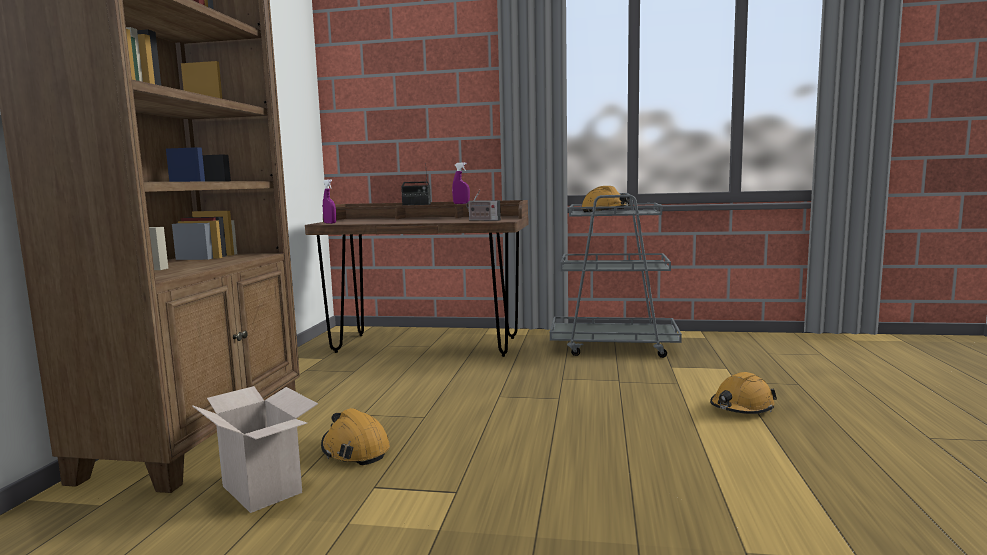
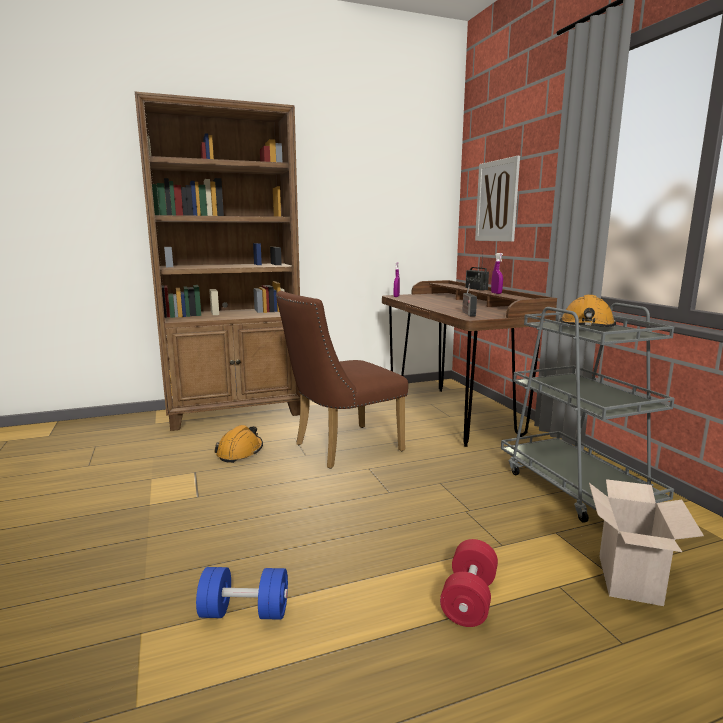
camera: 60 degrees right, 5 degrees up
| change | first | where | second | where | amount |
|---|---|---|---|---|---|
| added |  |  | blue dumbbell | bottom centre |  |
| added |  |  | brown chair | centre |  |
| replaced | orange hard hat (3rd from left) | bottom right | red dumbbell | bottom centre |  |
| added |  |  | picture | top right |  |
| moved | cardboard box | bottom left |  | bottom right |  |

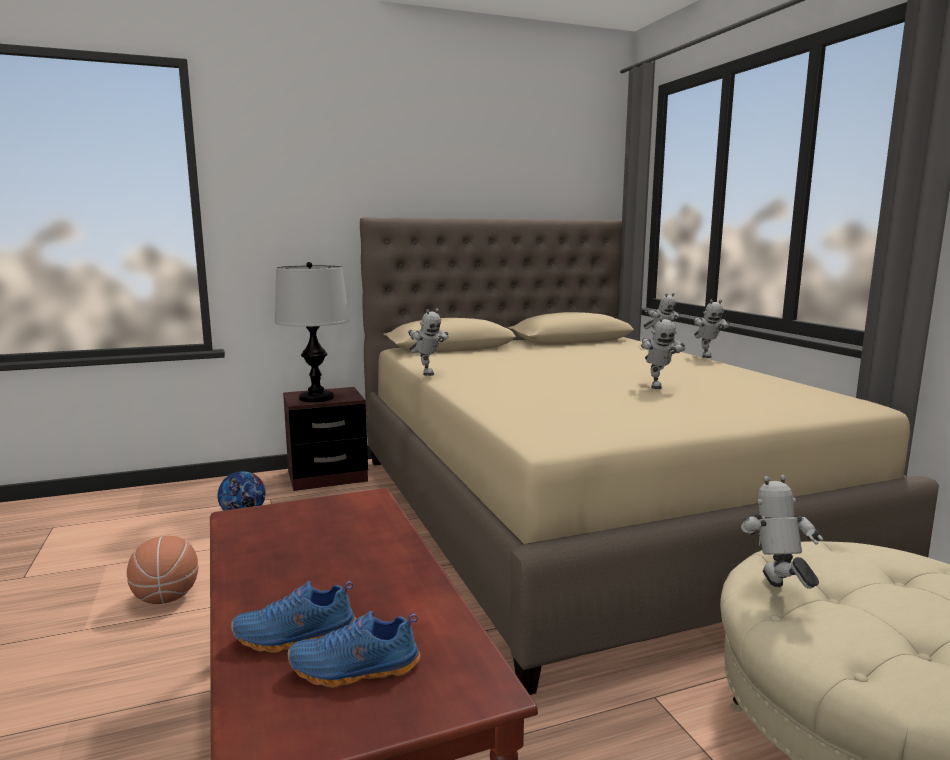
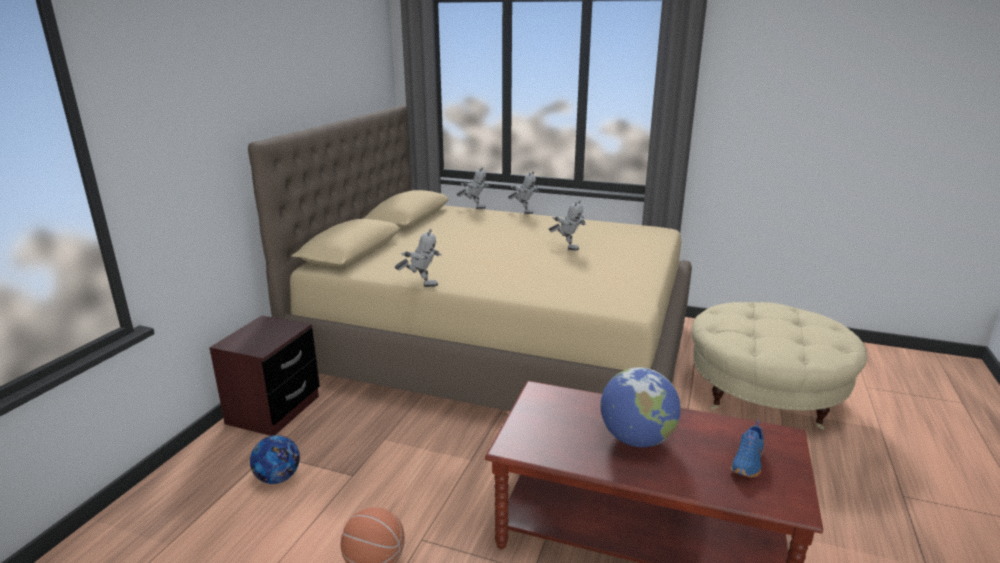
camera: 50 degrees left, 10 degrees up
| change | first | where | second | where | amount |
|---|---|---|---|---|---|
| added |  |  | globe | bottom centre |  |
| removed | blue shoe (1st from left) | bottom left |  |  |  |
| removed | table lamp | middle left |  |  |  |
| removed | toy robot (5th from left) | bottom right |  |  |  |

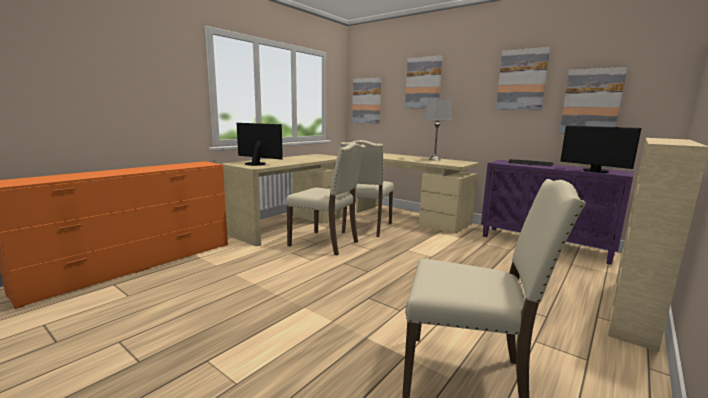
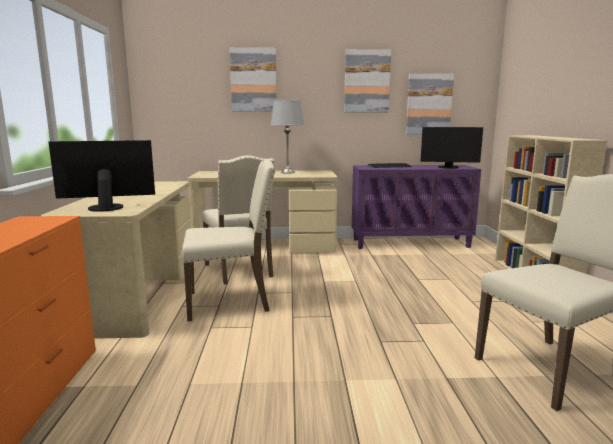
camera: 40 degrees left, 0 degrees up
| change | first | where | second | where | amount |
|---|---|---|---|---|---|
| removed | picture (1st from left) | top centre |  |  |  |

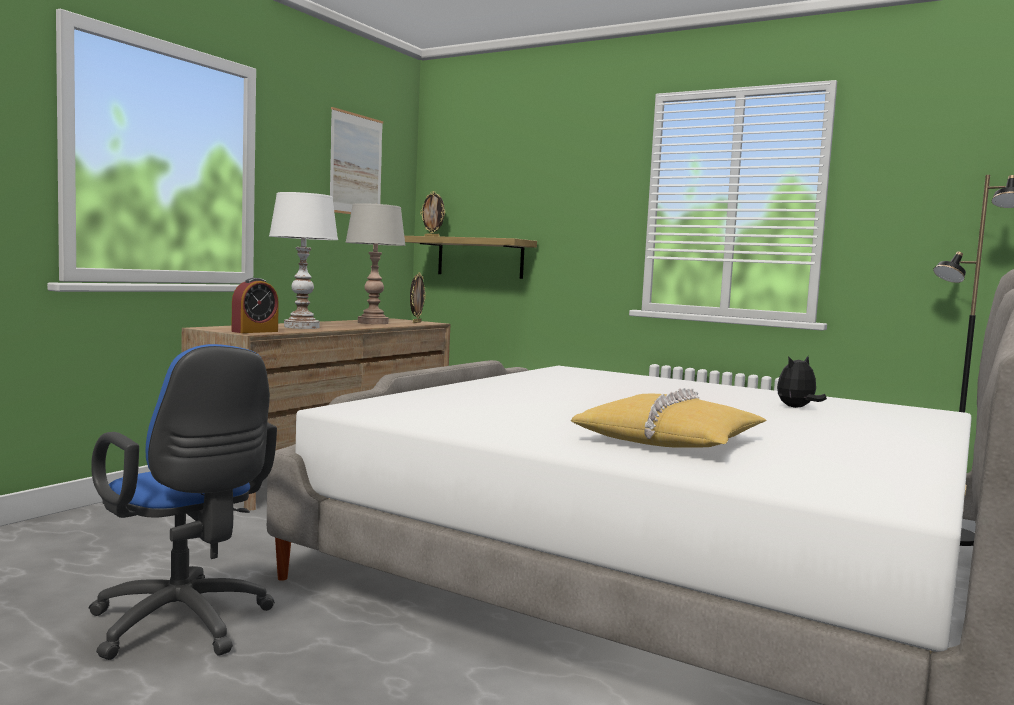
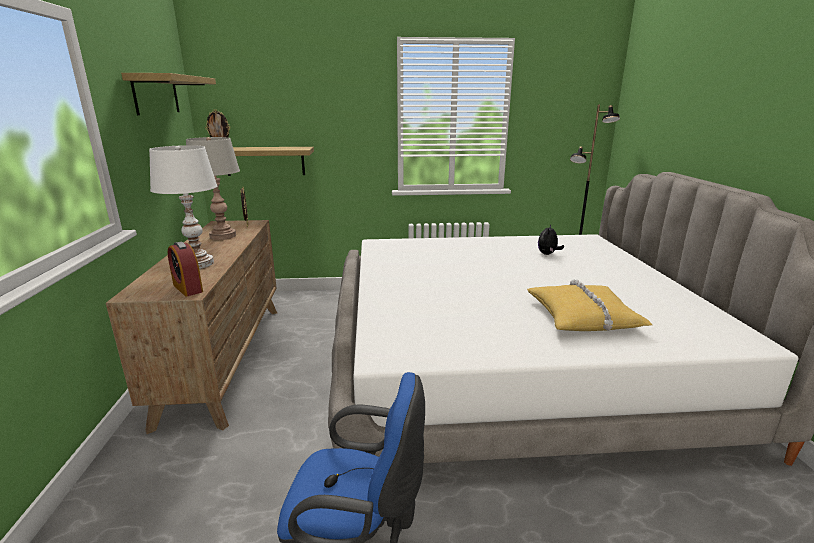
camera: 35 degrees left, 15 degrees up
| change | first | where | second | where | amount |
|---|---|---|---|---|---|
| replaced | picture | top centre | shelf (1st from left) | top left |  |
| turned | alarm clock | middle left |  | middle left | 135 degrees clockwise |

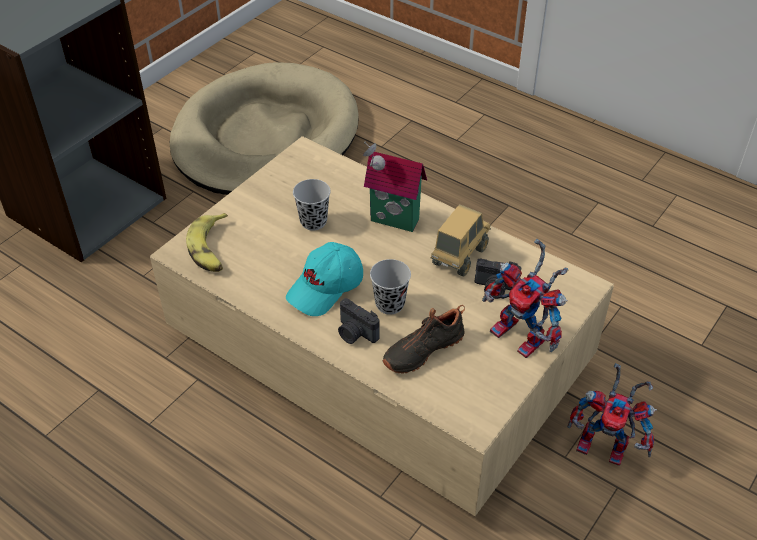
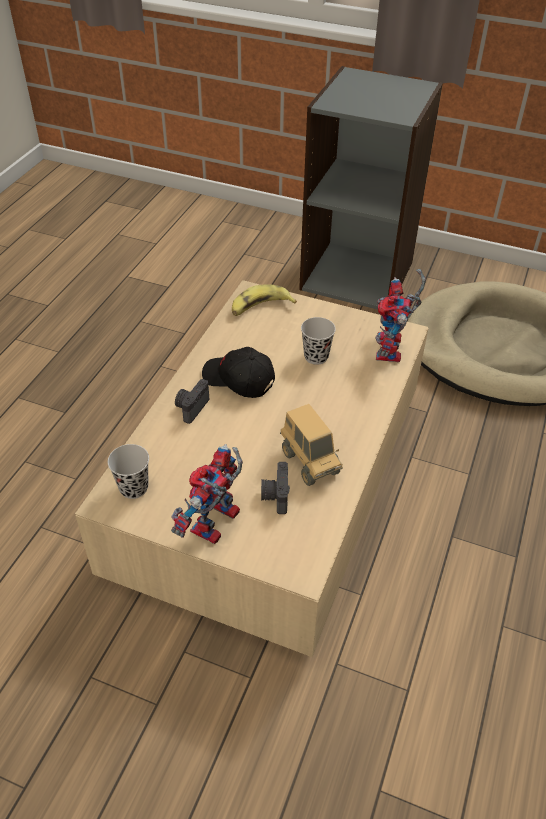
camera: 75 degrees right, 0 degrees up
| change | first | where | second | where | amount |
|---|---|---|---|---|---|
| moved | black cup (2nd from left in the first image) | centre | black cup (1st from left) | middle left |  |
| recoloured | turquoise cap | centre | black cap | centre |  |
| turned | toy truck | centre |  | centre | 45 degrees clockwise |
| moved | toy robot (2nd from left) | bottom right |  | middle right |  |
| removed | toy house | centre |  |  |  |
| removed | black shoe | centre |  |  |  |

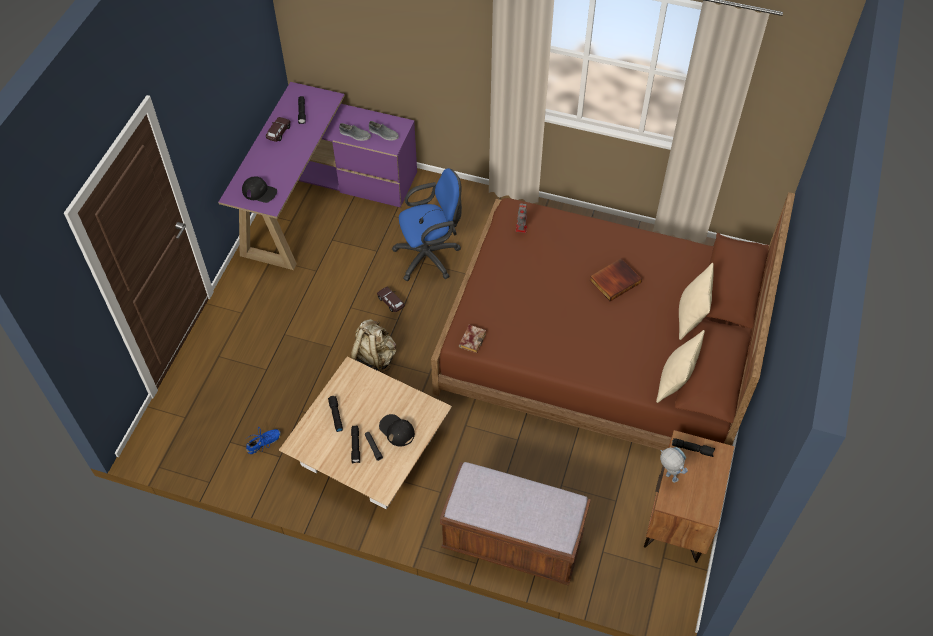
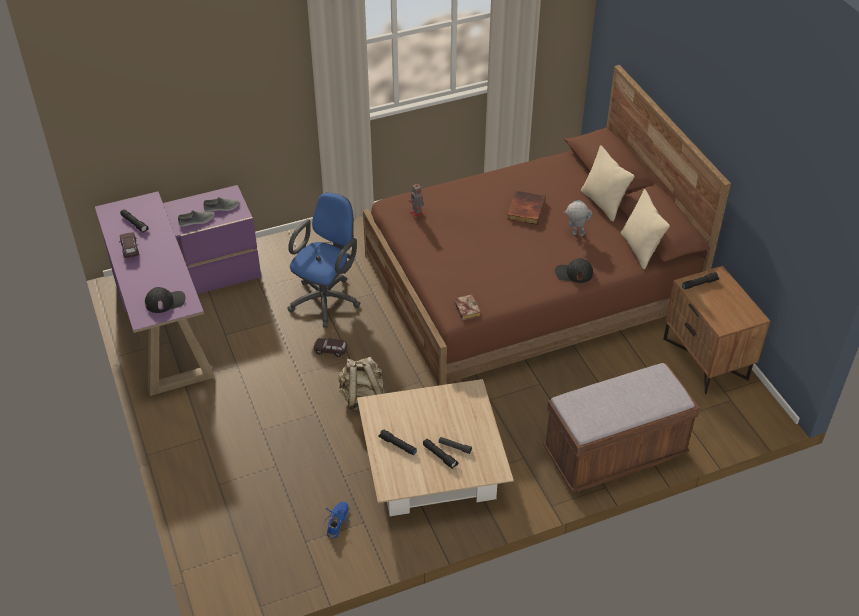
camera: 40 degrees left, 10 degrees down
| change | first | where | second | where | amount |
|---|---|---|---|---|---|
| moved | black cap (2nd from left) | bottom centre |  | middle right |  |
| moved | toy robot (2nd from left) | bottom right |  | middle right |  |

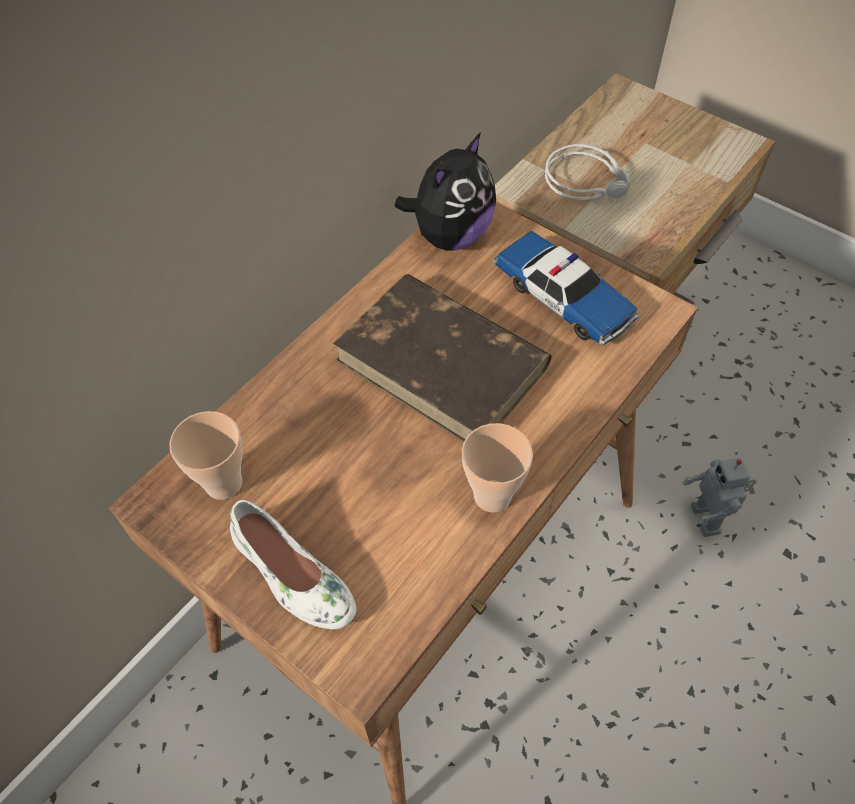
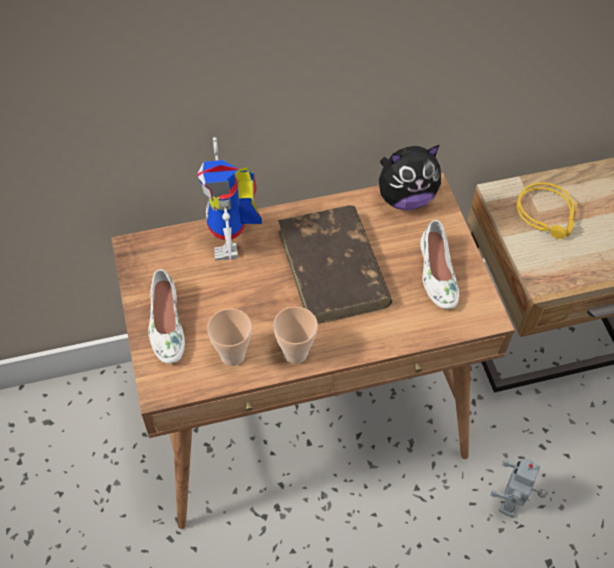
camera: 35 degrees right, 0 degrees up
| change | first | where | second | where | amount |
|---|---|---|---|---|---|
| added |  |  | toy robot (1st from left) | centre |  |
| moved | cup (1st from left) | middle left |  | centre |  |
| replaced | toy car | centre | white shoe (2nd from left) | middle right |  |
| recoloured | grey headphones | top right | yellow headphones | middle right |  |

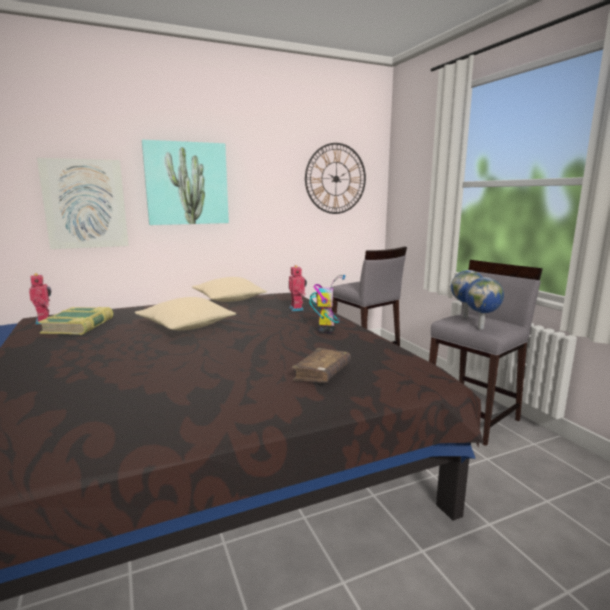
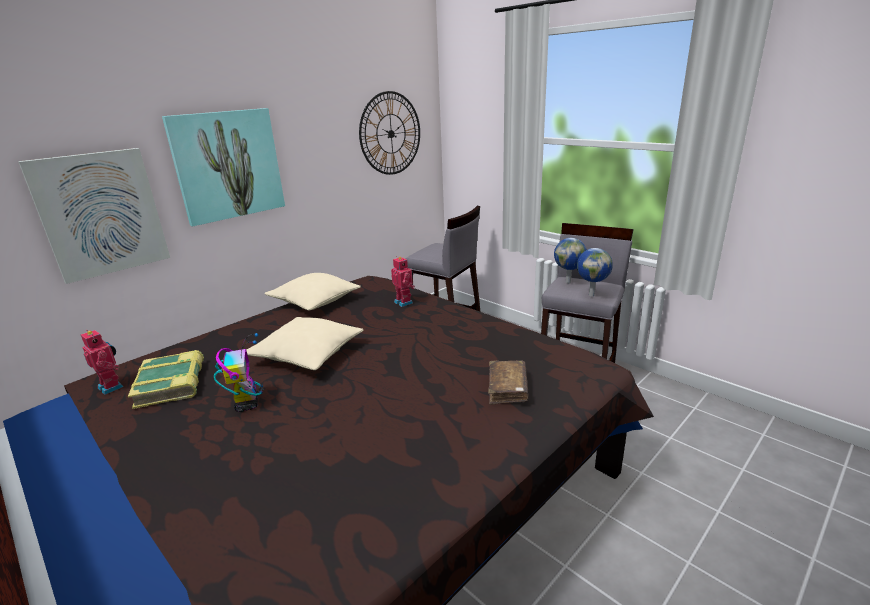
camera: 20 degrees left, 10 degrees up
| change | first | where | second | where | amount |
|---|---|---|---|---|---|
| moved | toy robot (3rd from left in the first image) | centre | toy robot (2nd from left) | middle left |  |

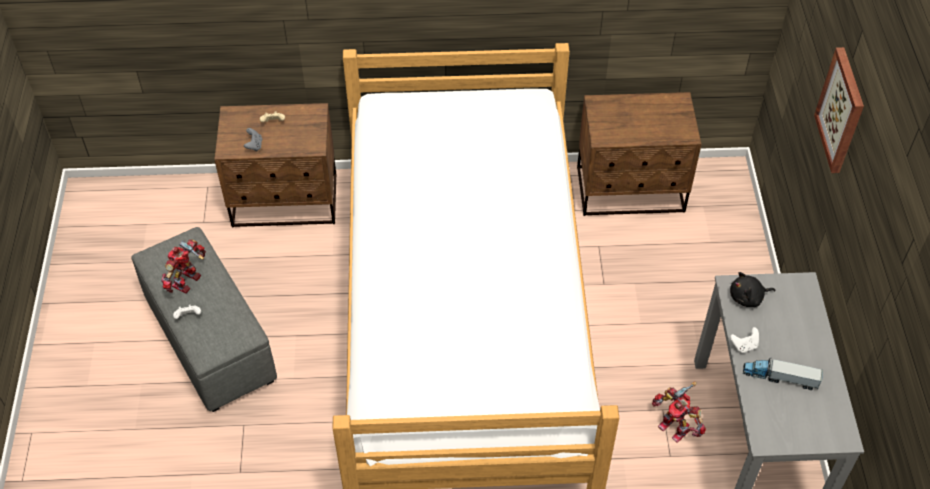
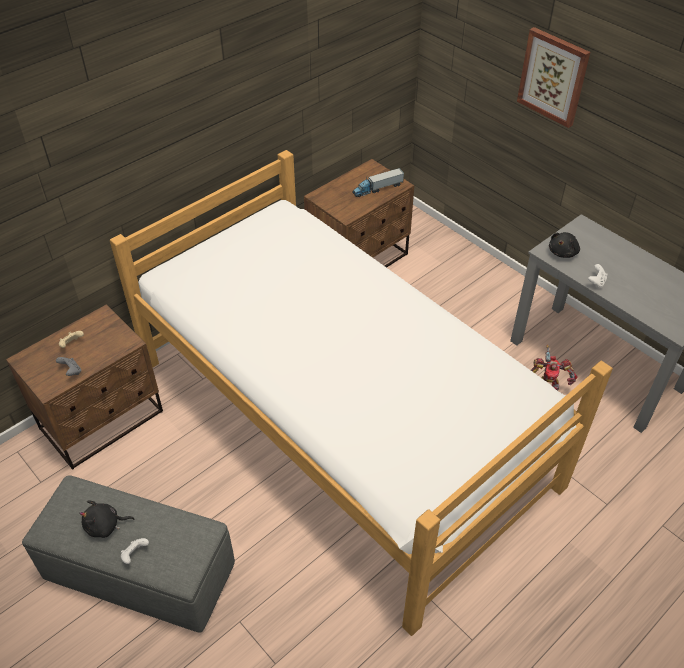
camera: 40 degrees left, 5 degrees down
| change | first | where | second | where | amount |
|---|---|---|---|---|---|
| replaced | toy robot (1st from left) | middle left | black plush toy (1st from left) | bottom left |  |
| moved | toy truck | bottom right |  | top centre |  |

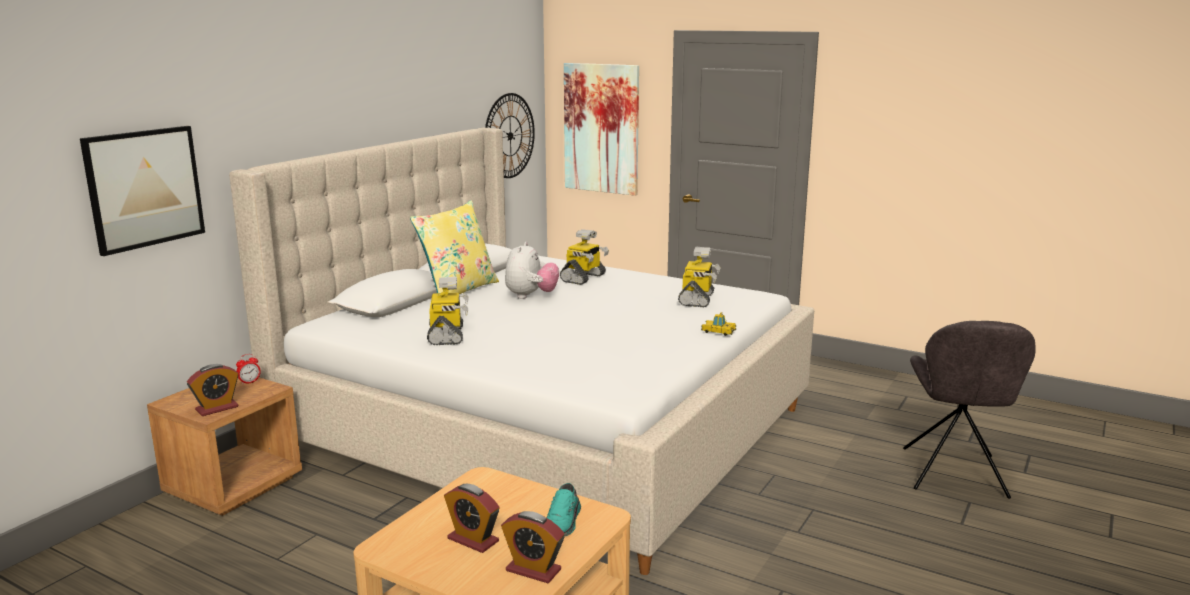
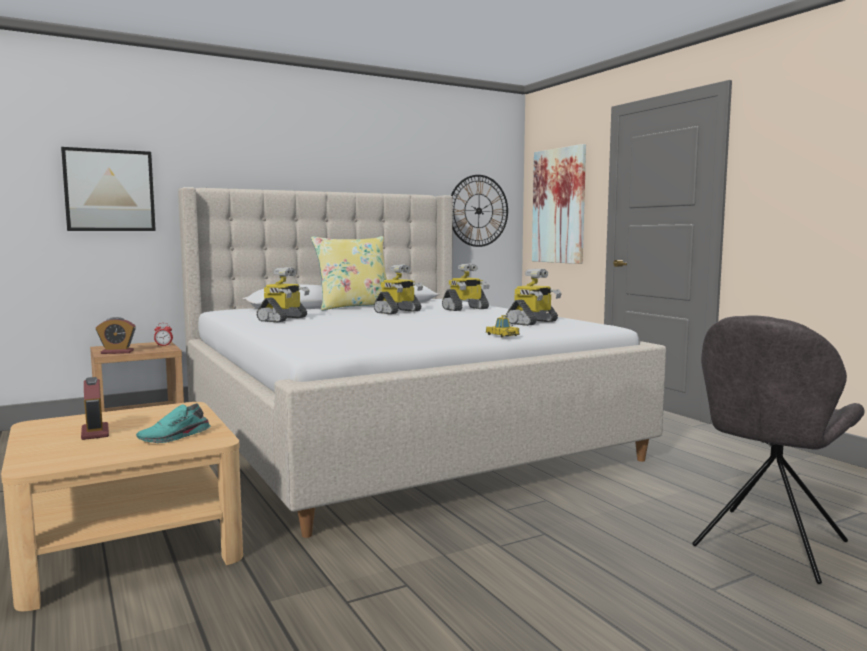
camera: 30 degrees right, 10 degrees down
| change | first | where | second | where | amount |
|---|---|---|---|---|---|
| replaced | plush toy | centre | toy robot (2nd from left) | centre |  |
| removed | alarm clock (4th from left) | bottom centre |  |  |  |

